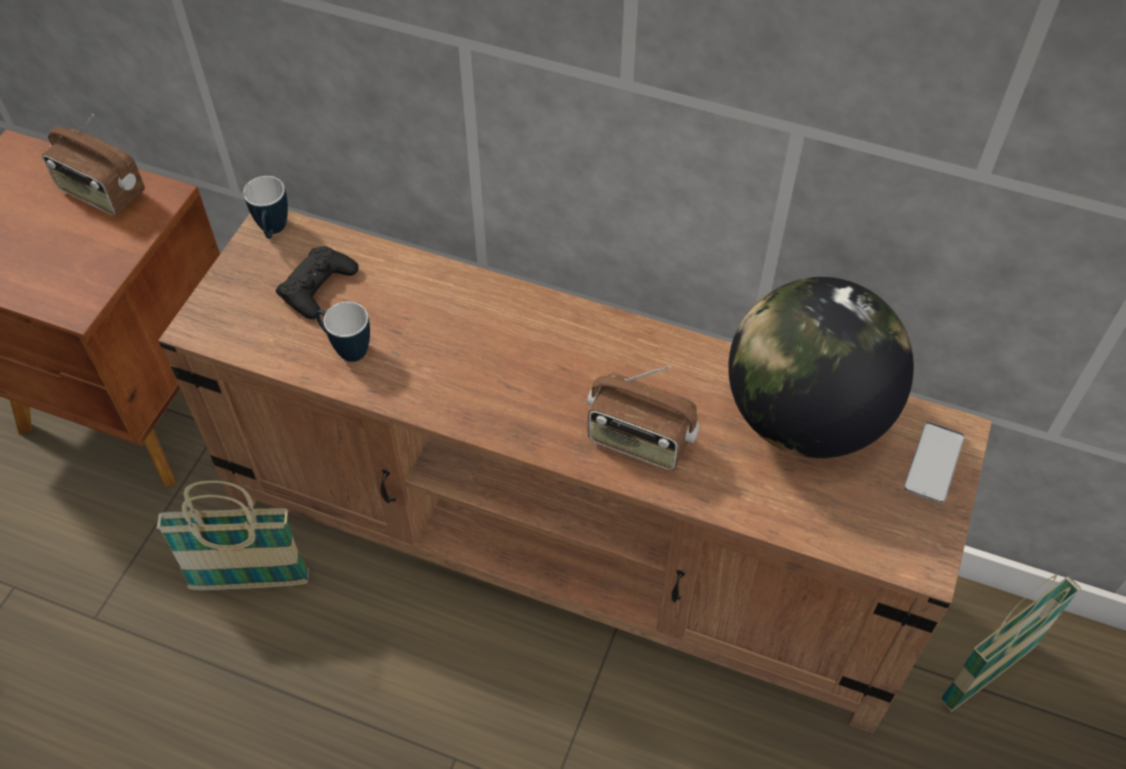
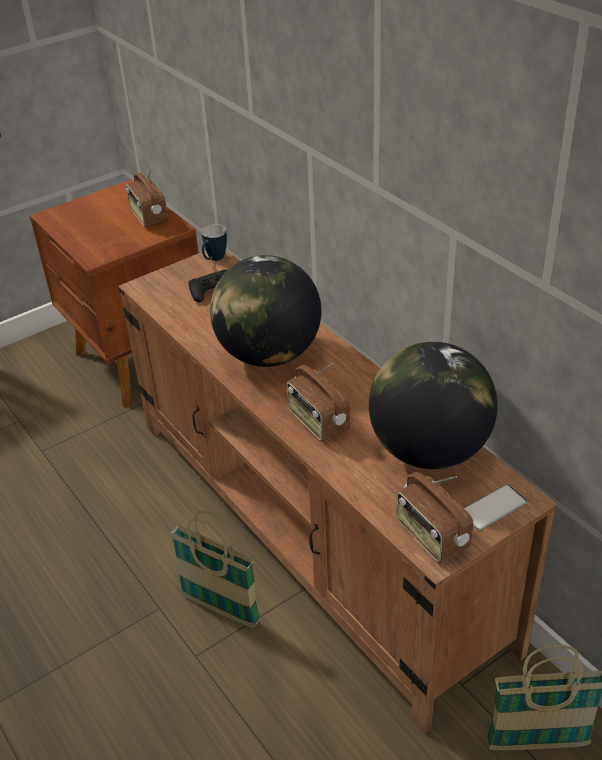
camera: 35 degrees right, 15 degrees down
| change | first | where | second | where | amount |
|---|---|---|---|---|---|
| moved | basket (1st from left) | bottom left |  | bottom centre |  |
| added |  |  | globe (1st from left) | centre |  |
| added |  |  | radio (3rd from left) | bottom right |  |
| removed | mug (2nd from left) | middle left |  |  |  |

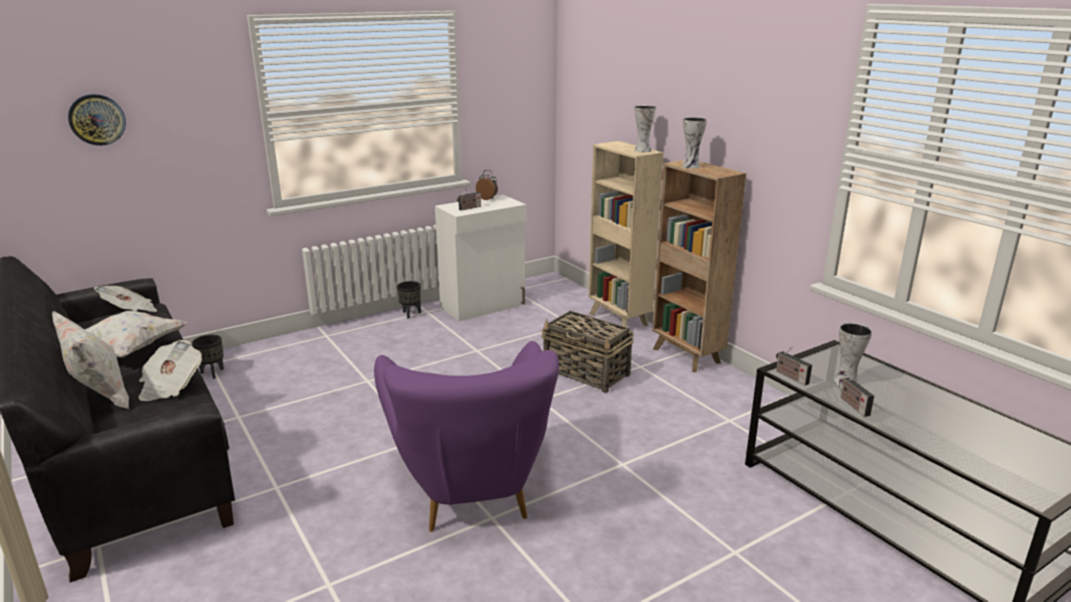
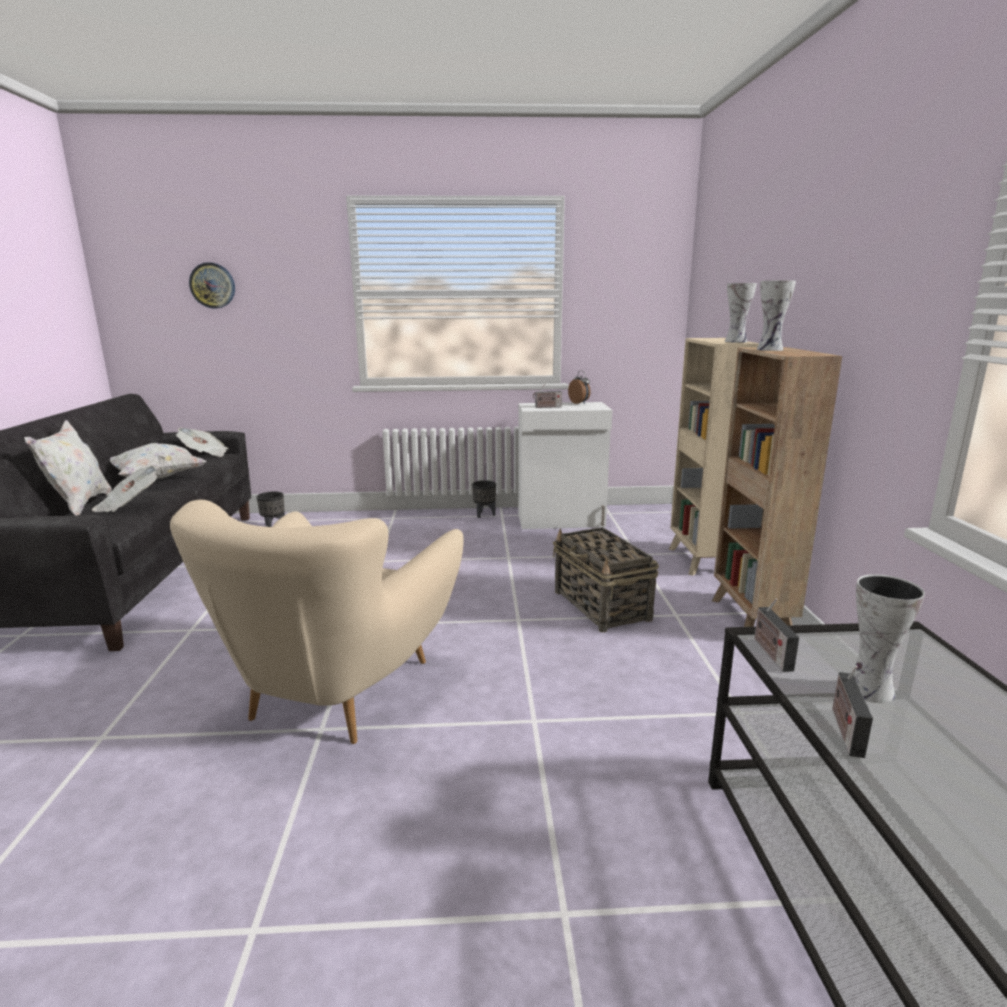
camera: 30 degrees right, 5 degrees down
| change | first | where | second | where | amount |
|---|---|---|---|---|---|
| recoloured | purple armchair | bottom centre | beige armchair | middle left |  |

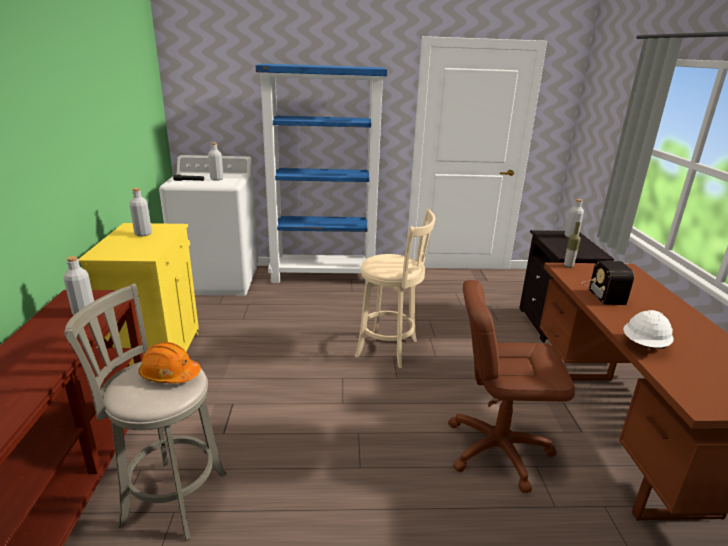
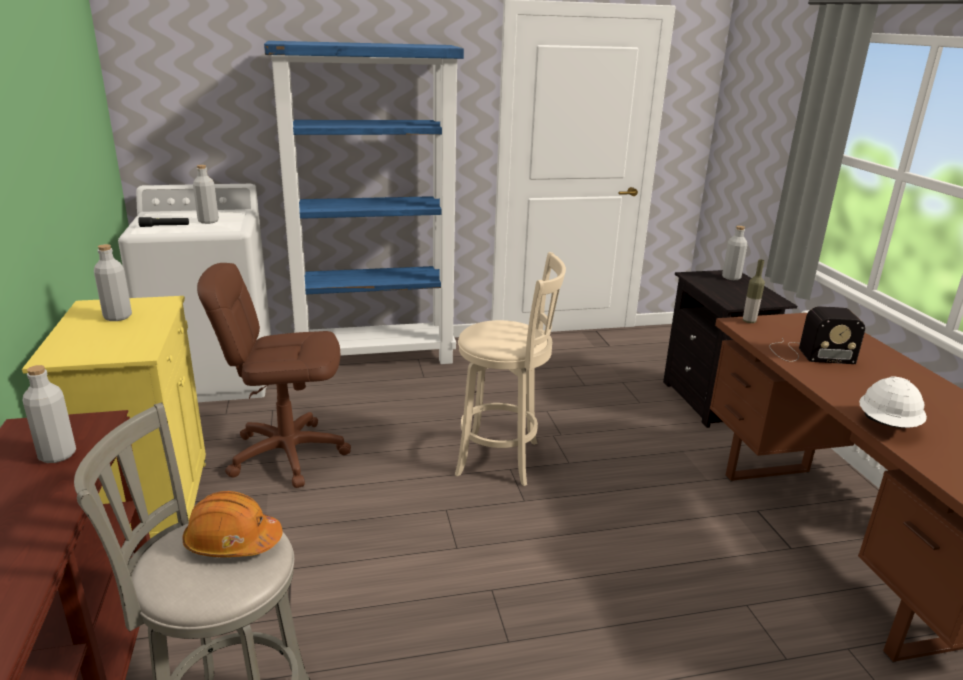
camera: 10 degrees left, 0 degrees up
| change | first | where | second | where | amount |
|---|---|---|---|---|---|
| moved | brown office chair | bottom right |  | middle left |  |
| turned | radio | middle right |  | middle right | 75 degrees counterclockwise |

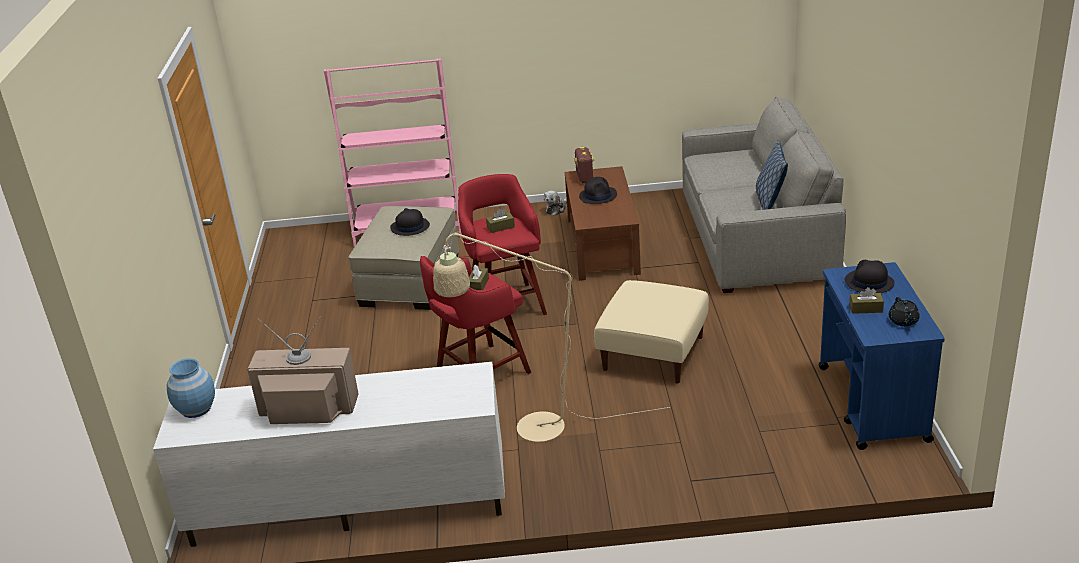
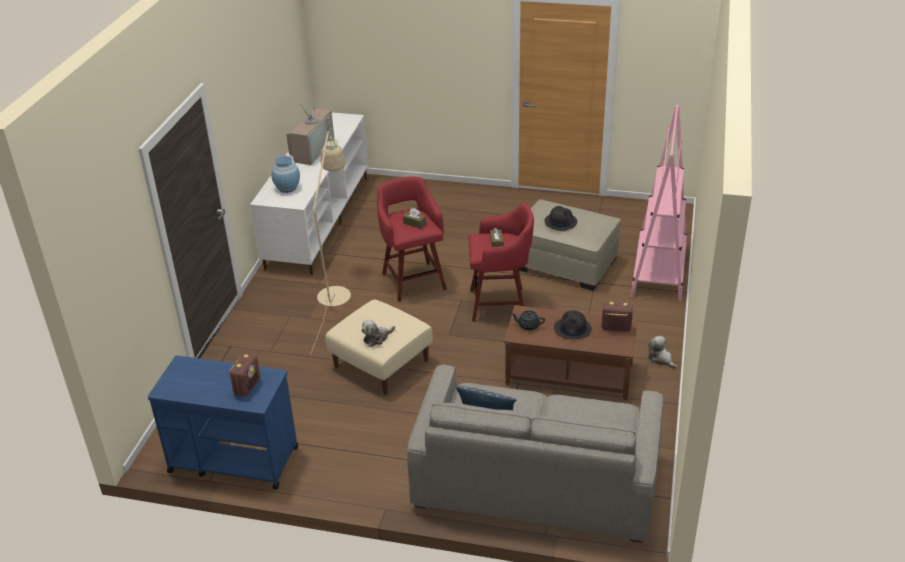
camera: 105 degrees right, 5 degrees up
| change | first | where | second | where | amount |
|---|---|---|---|---|---|
| replaced | black hat (3rd from left) | middle right | radio (1st from left) | bottom left |  |
| moved | blue vase | bottom left |  | top left |  |
| added |  |  | plush toy (1st from left) | centre |  |
| moved | black teapot | middle right |  | centre |  |
| removed | brown tissue box (3rd from left) | middle right |  |  |  |

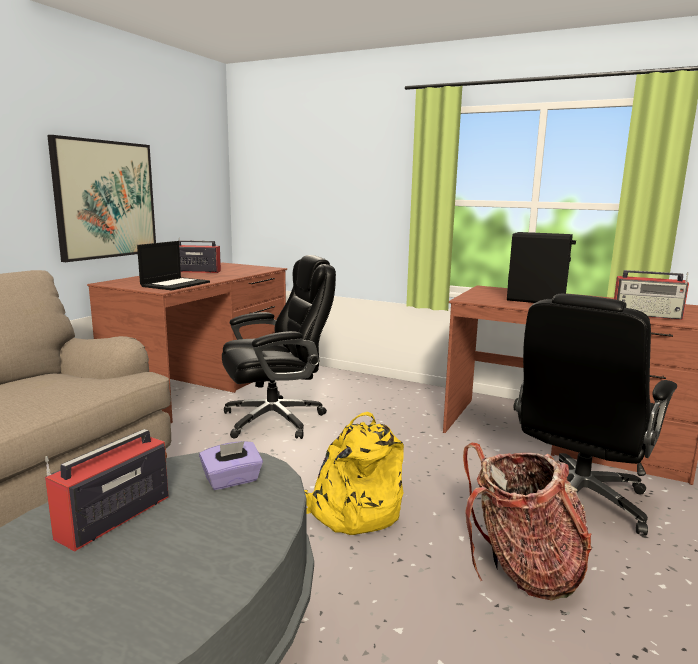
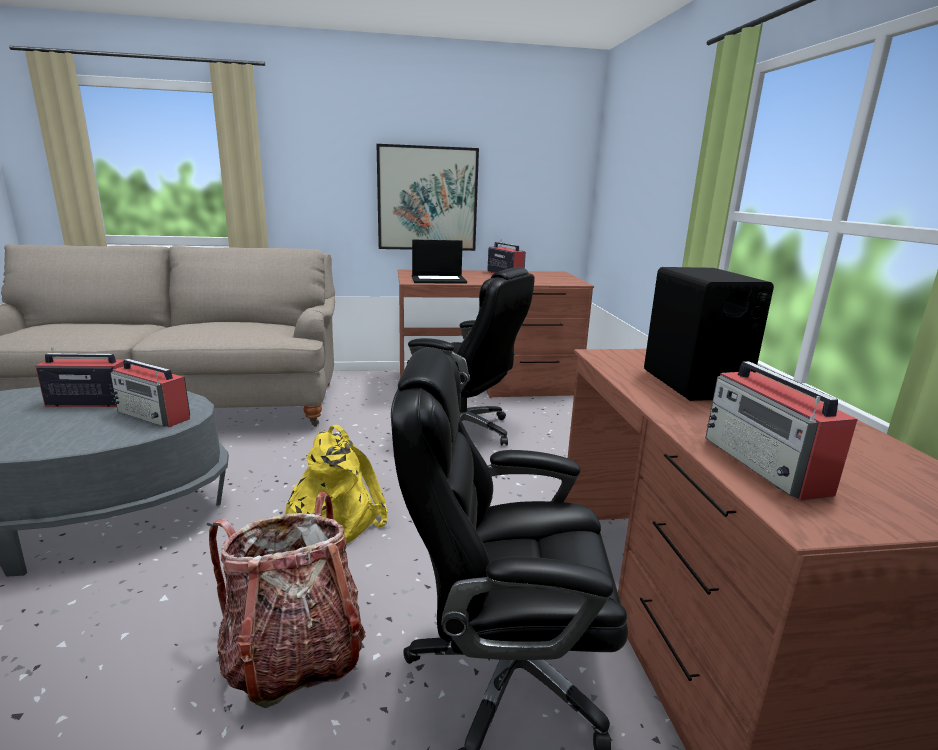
camera: 55 degrees right, 5 degrees up
| change | first | where | second | where | amount |
|---|---|---|---|---|---|
| replaced | purple tissue box | bottom left | radio (2nd from left) | middle left |  |

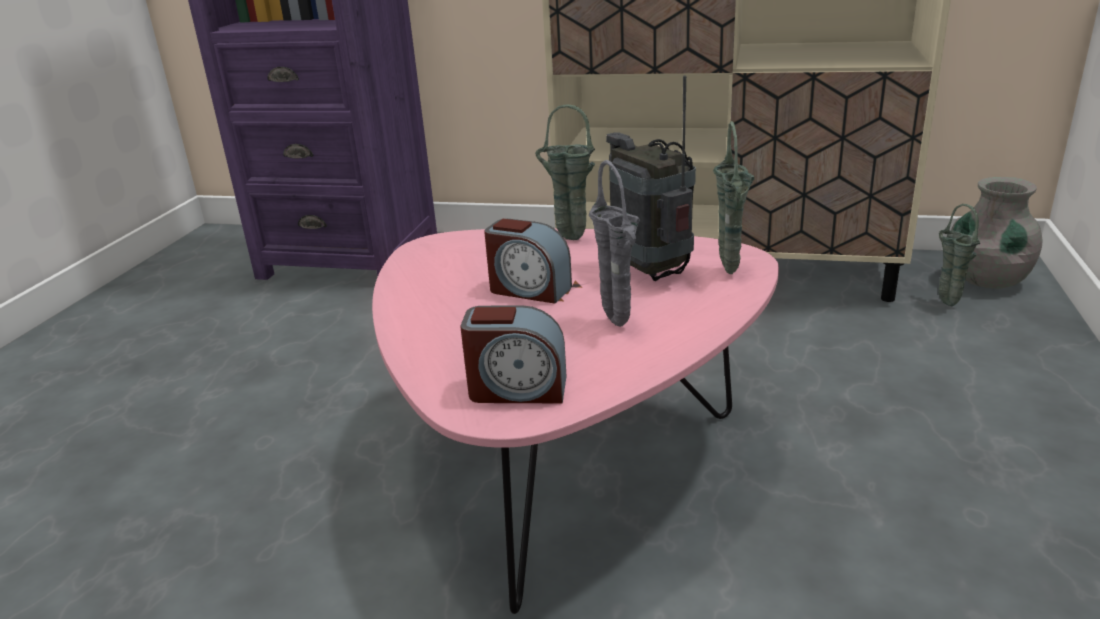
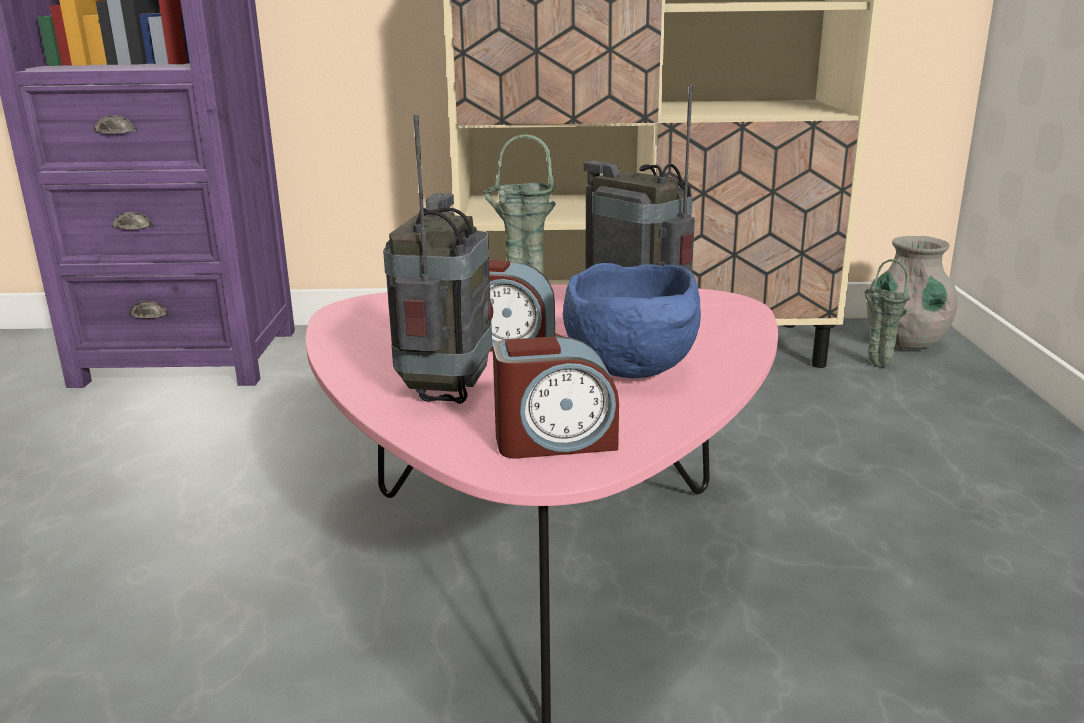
camera: 15 degrees left, 5 degrees down
| change | first | where | second | where | amount |
|---|---|---|---|---|---|
| added |  |  | radio (1st from left) | centre |  |
| replaced | grey vase (1st from left) | centre | blue bowl | centre |  |
| removed | green vase (2nd from left) | top centre |  |  |  |

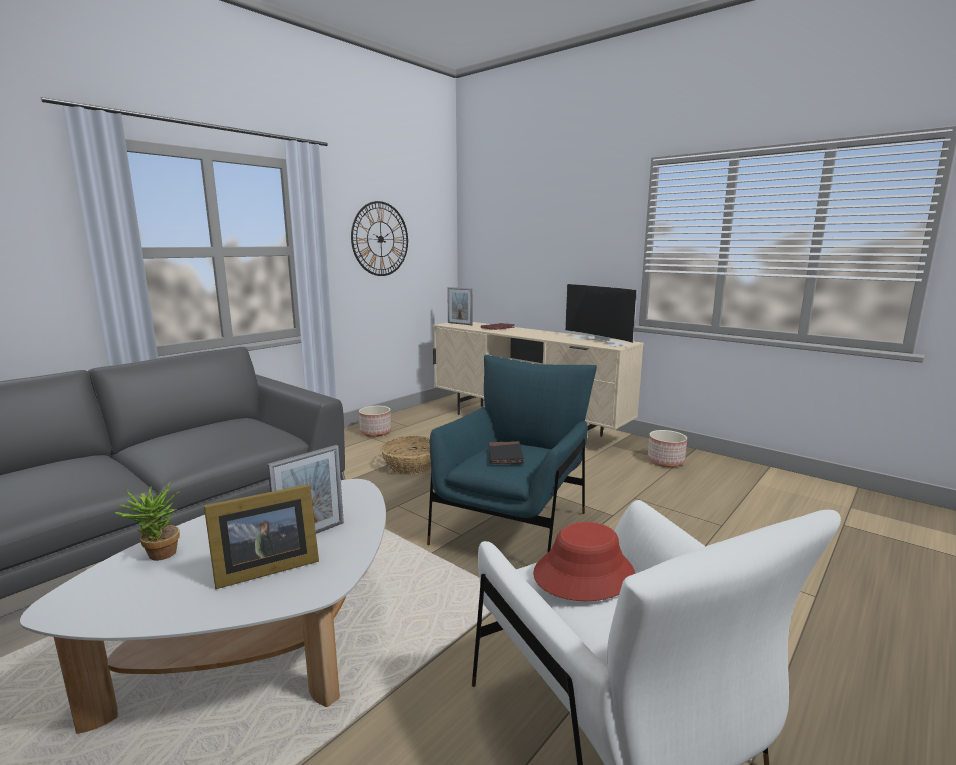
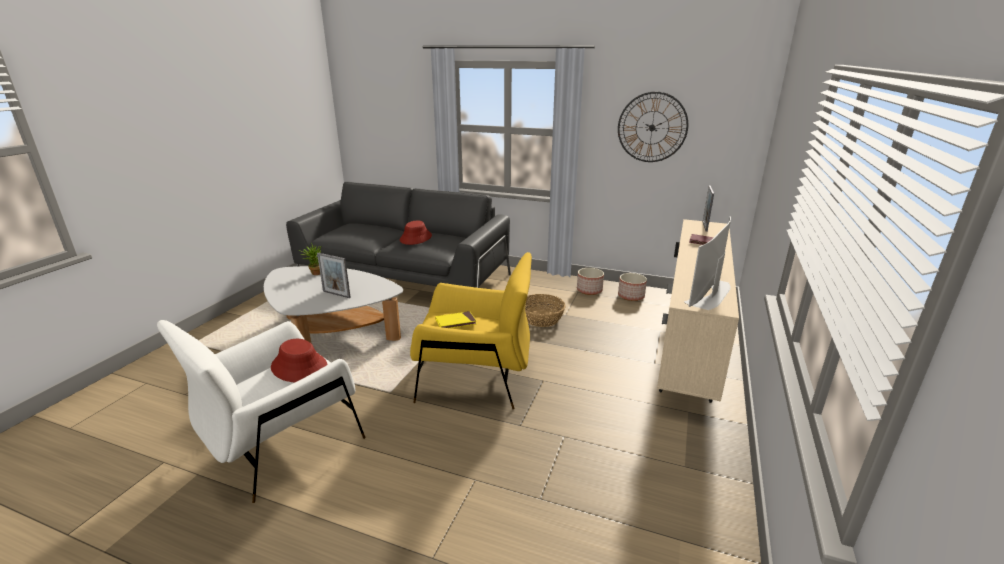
camera: 70 degrees right, 10 degrees up
| change | first | where | second | where | amount |
|---|---|---|---|---|---|
| added |  |  | red hat (2nd from left) | centre |  |
| recoloured | blue armchair | centre | yellow armchair | centre |  |
| recoloured | black book | centre | yellow book | centre |  |
| moved | planter (2nd from left) | middle right |  | centre |  |
| removed | picture frame (1st from left) | bottom left |  |  |  |

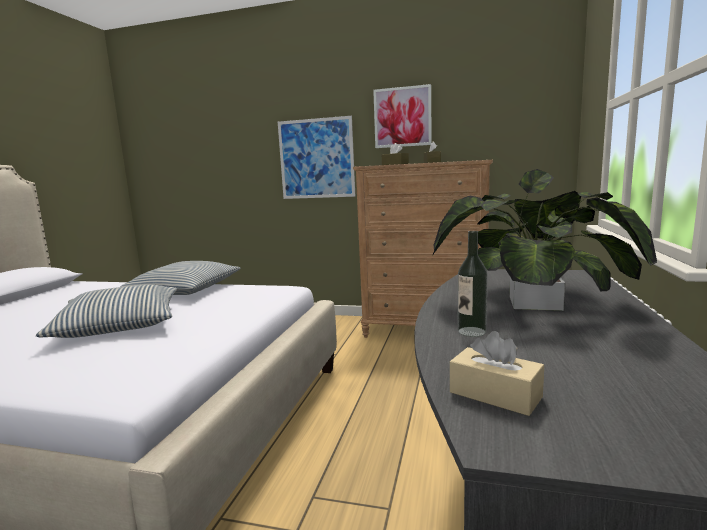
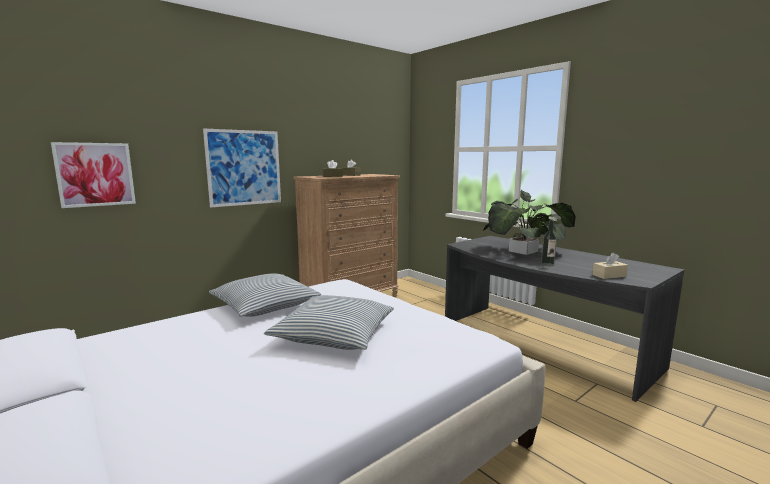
camera: 55 degrees left, 0 degrees up
| change | first | where | second | where | amount |
|---|---|---|---|---|---|
| moved | picture (2nd from left in the first image) | top centre | picture (1st from left) | middle left |  |

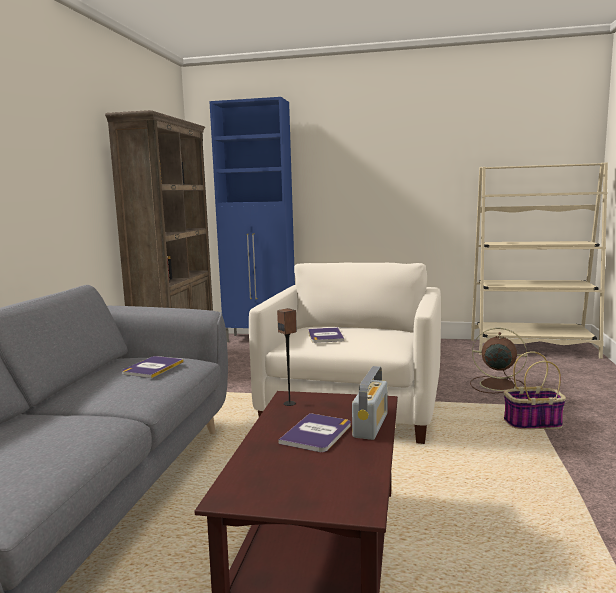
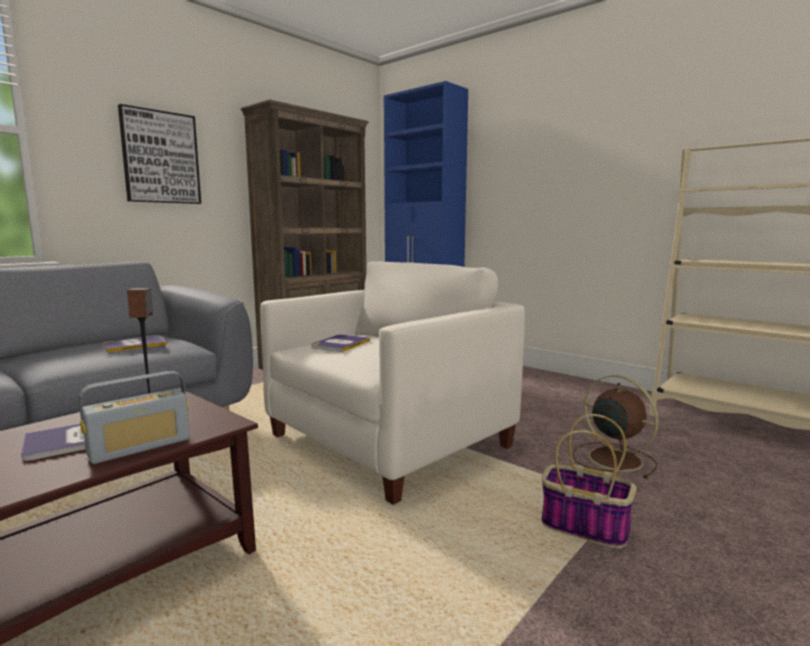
camera: 30 degrees right, 0 degrees up
| change | first | where | second | where | amount |
|---|---|---|---|---|---|
| added |  |  | picture | top left |  |

